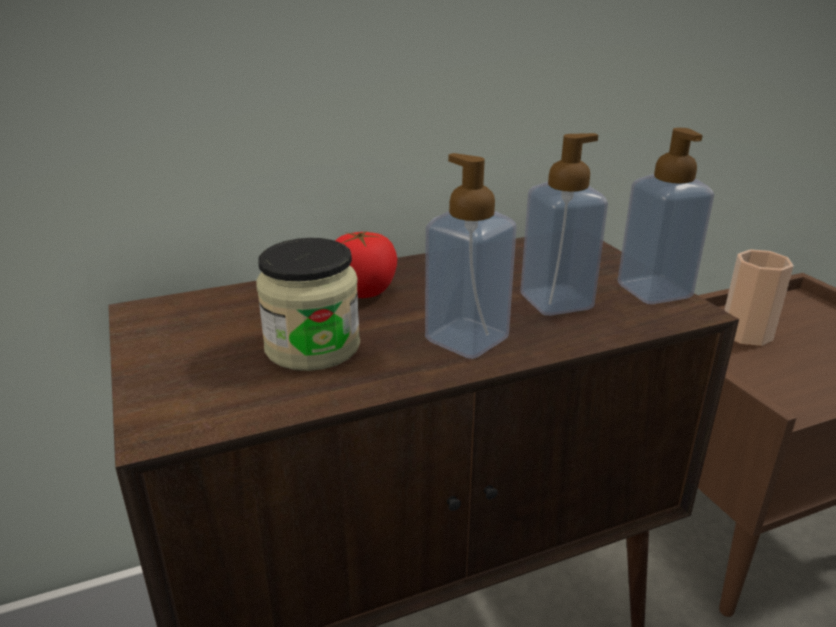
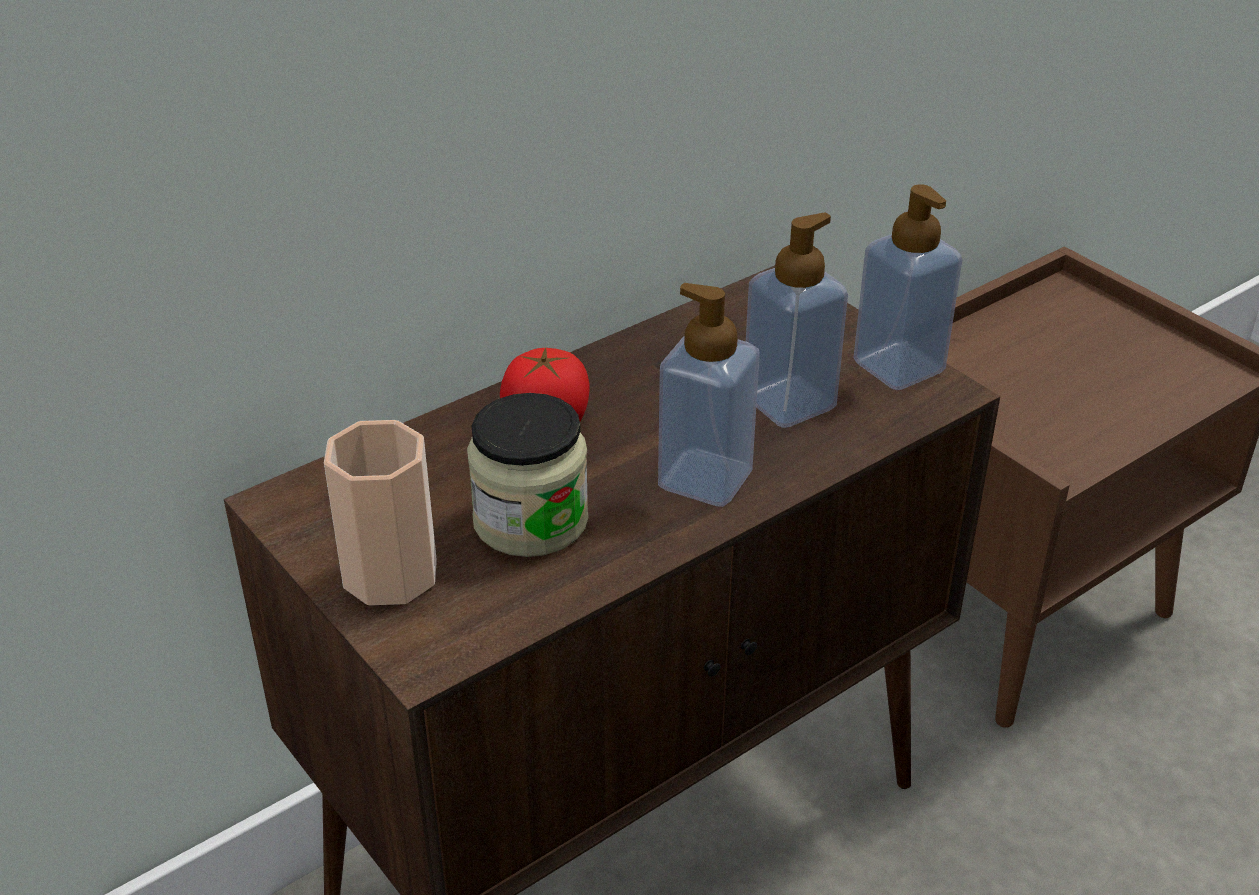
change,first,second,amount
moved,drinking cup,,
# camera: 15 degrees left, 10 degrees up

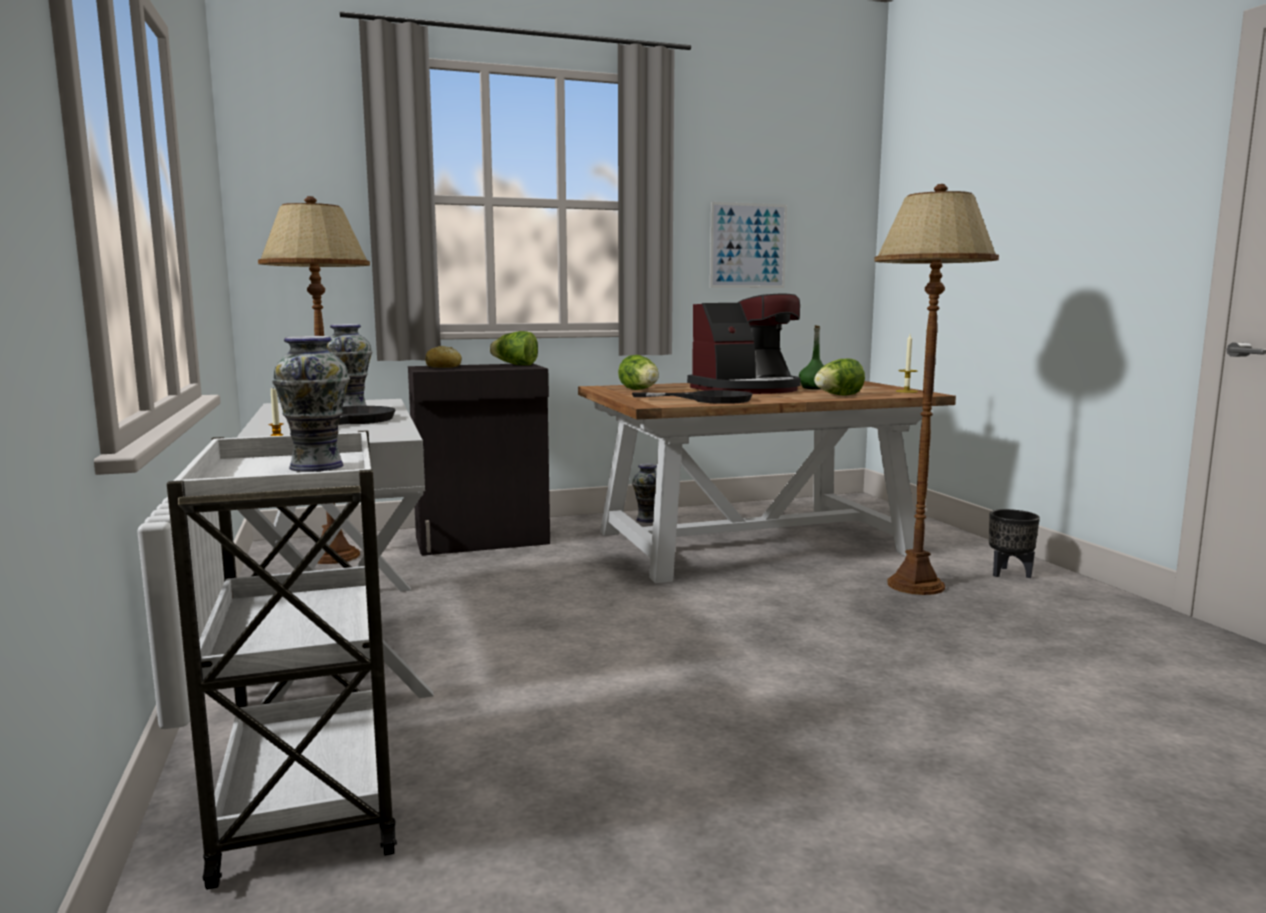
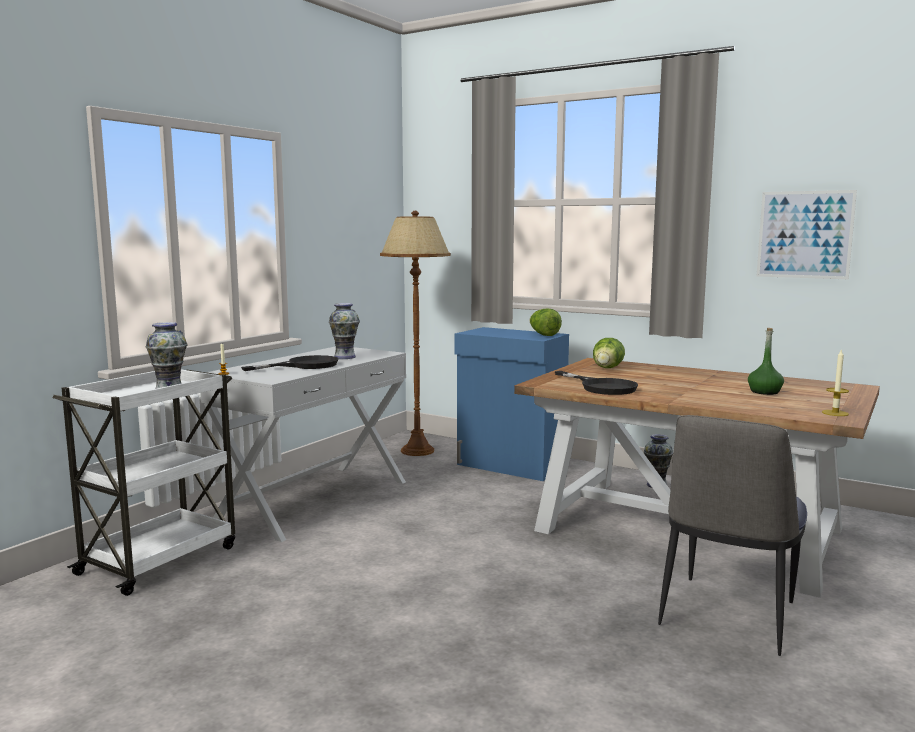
change,first,second,amount
replaced,standard lamp (brownish) (2nd from left),plain chair,
removed,coffee machine,,
removed,bread,,
removed,lettuce (3rd from left),,
recoloured,cupboard (blackish),cupboard (bluish),
removed,plant pot (blackish),,
# camera: 50 degrees right, 0 degrees up

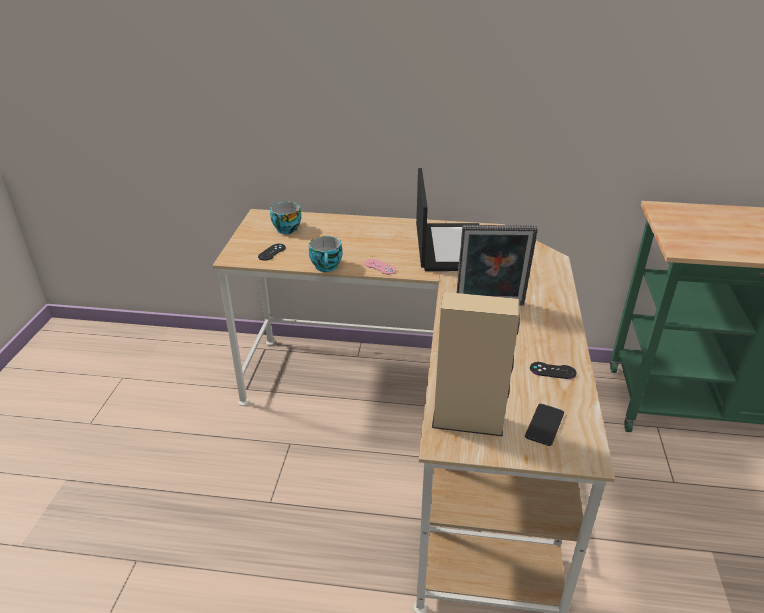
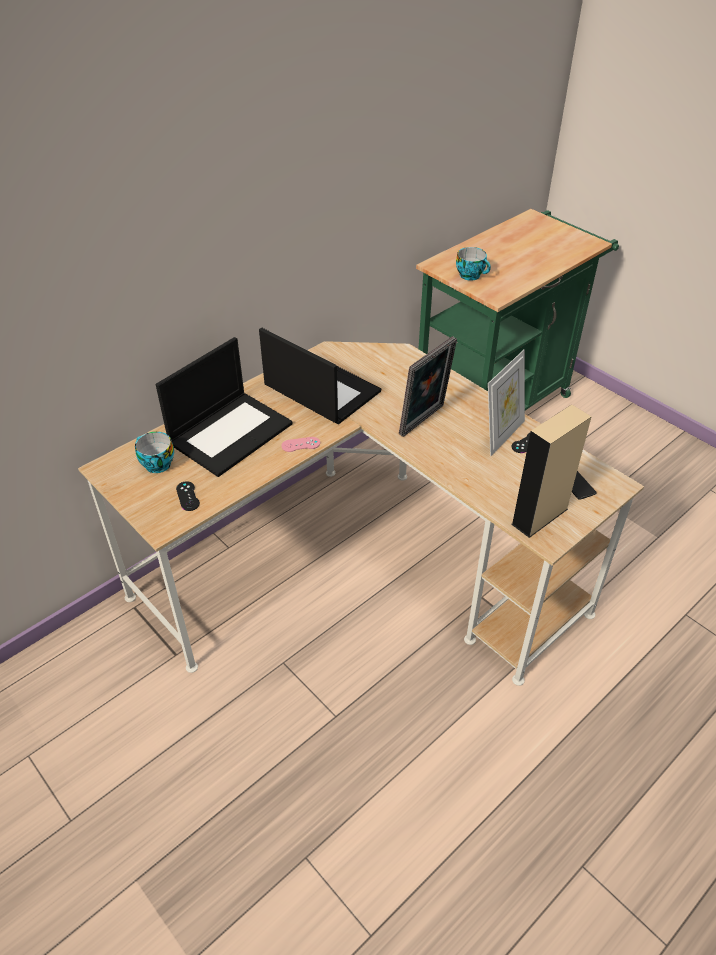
change,first,second,amount
moved,drinking cup (2nd from left),,
added,,notebook computer (1st from left),
added,,standing frame (2nd from left),
# camera: 50 degrees left, 10 degrees up

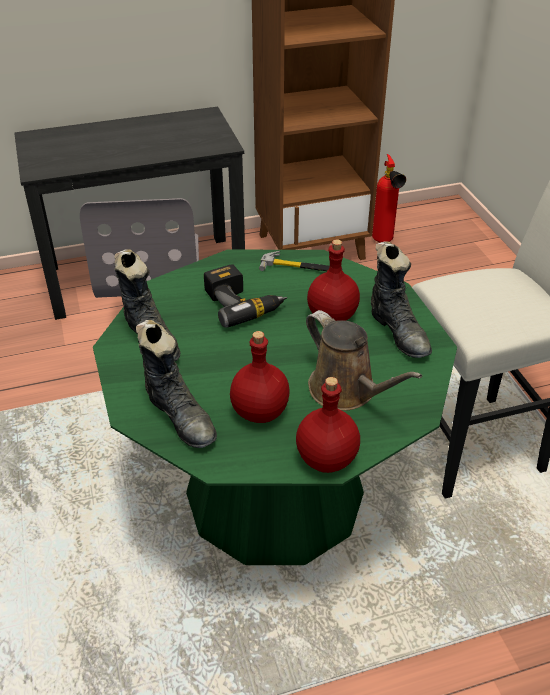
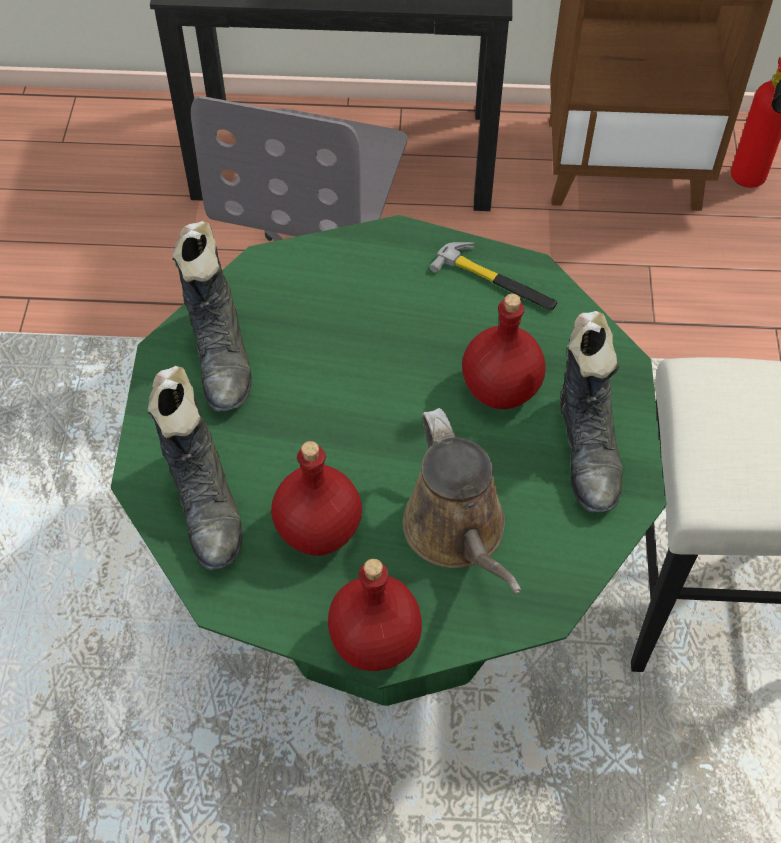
change,first,second,amount
removed,power drill,,
# camera: 20 degrees right, 15 degrees up

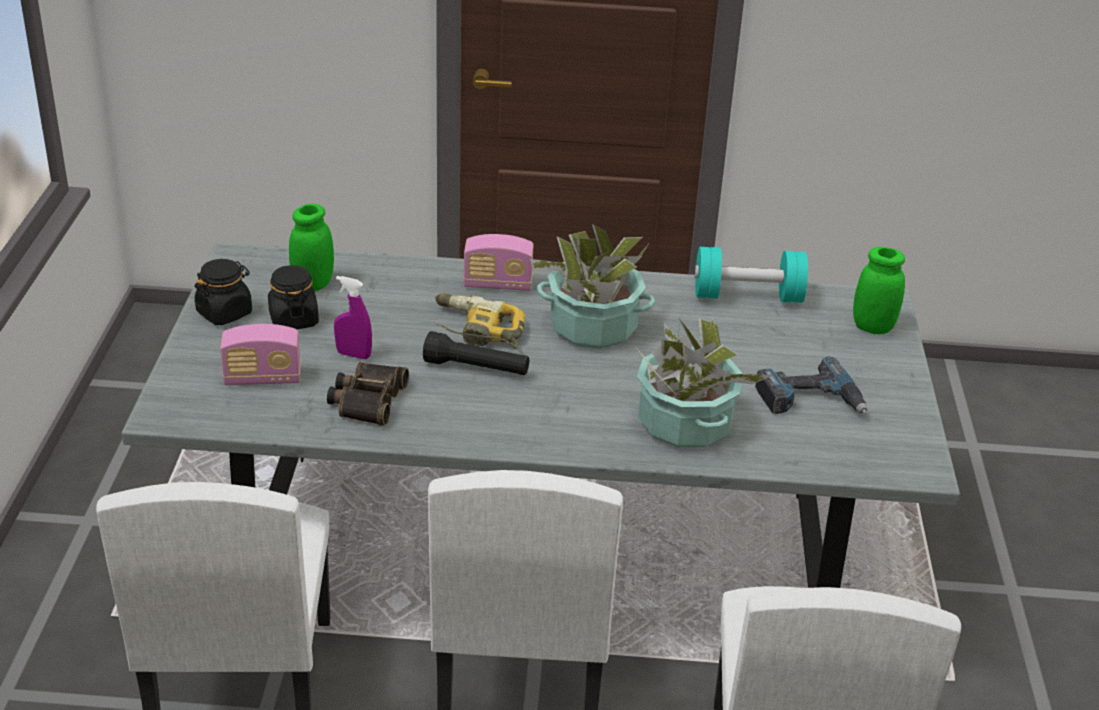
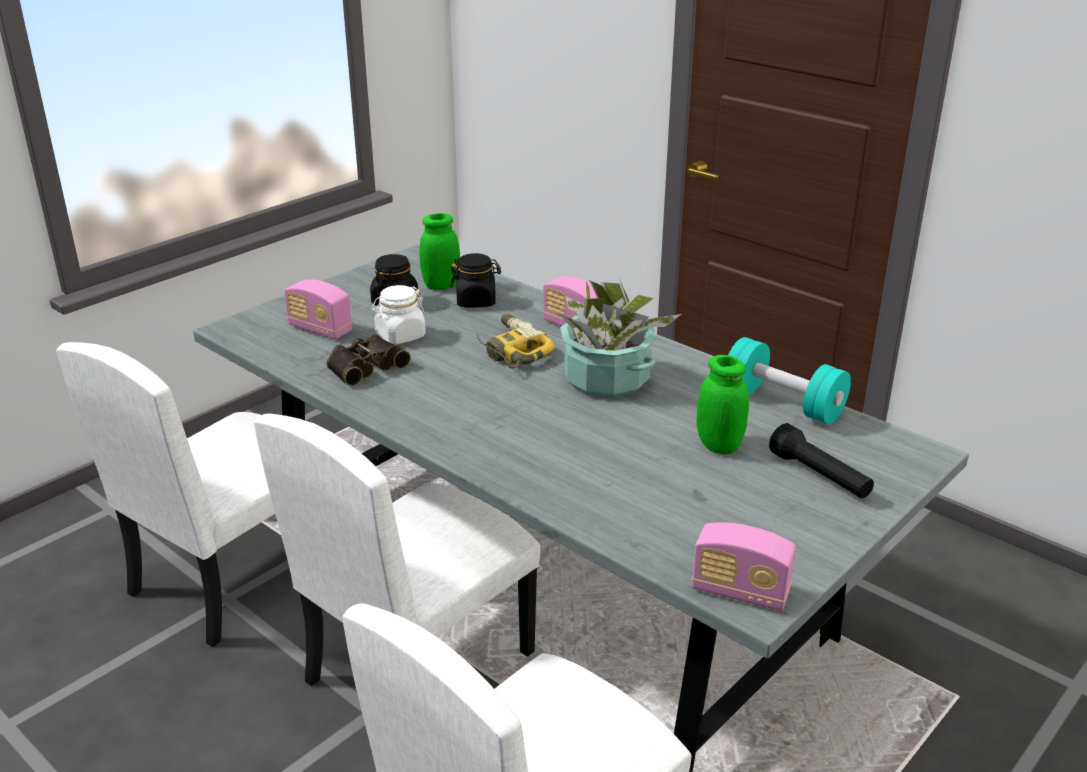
change,first,second,amount
moved,preserve jar (green) (2nd from left),,
moved,preserve jar (blackish) (1st from left in the first image),preserve jar (blackish) (2nd from left),
replaced,hand sprayer (purplish),preserve jar (whitish),
removed,potted plant (2nd from left),,
moved,hand torch (blackish),,
removed,power drill (2nd from left),,
added,,radio (3rd from left),
# camera: 40 degrees right, 5 degrees down

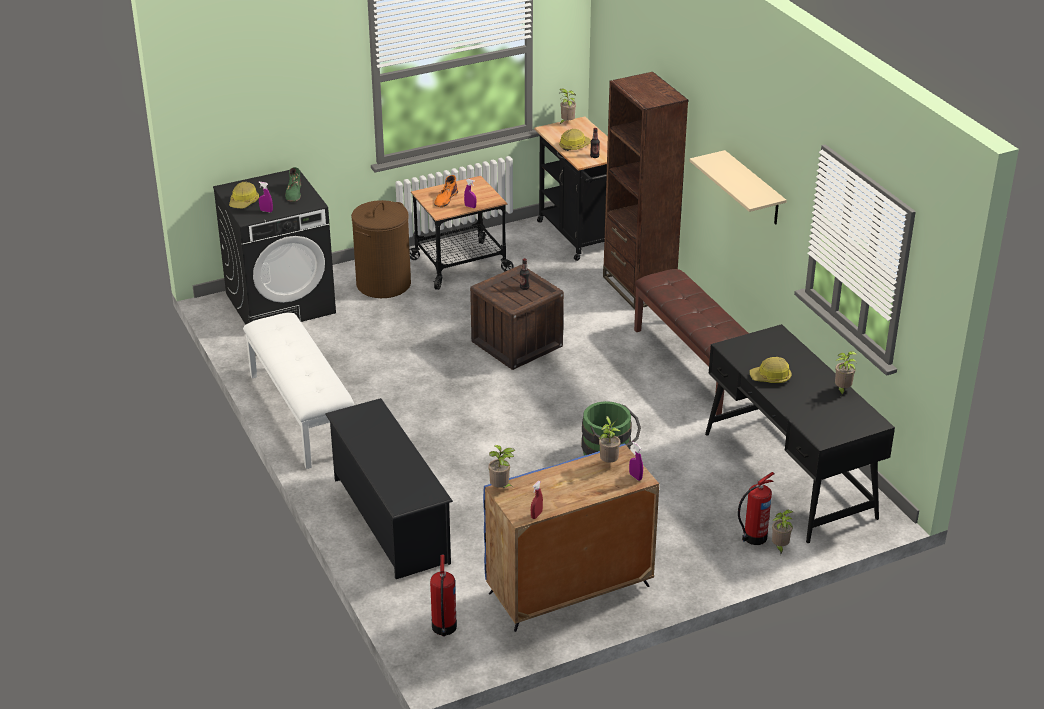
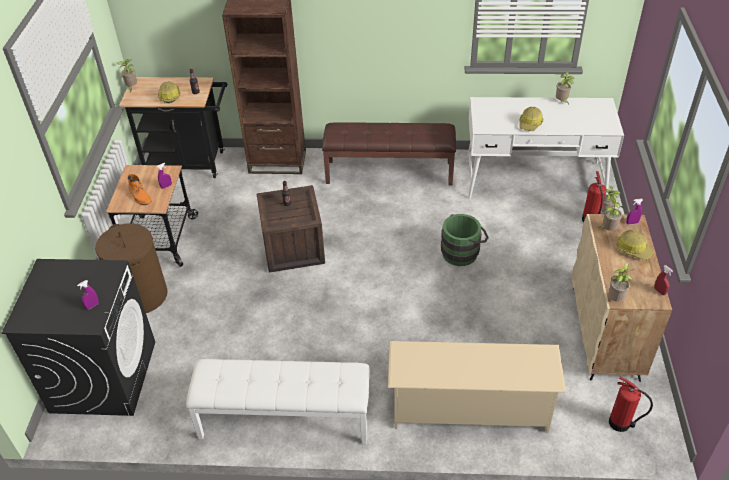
change,first,second,amount
removed,bracket shelf (sand-coloured),,
removed,boot (green),,
moved,safety helmet (1st from left in the first image),safety helmet (3rd from left),
recoloured,desk table (blackish),desk table (whitish),
recoloured,shoe rack (blackish),shoe rack (sand-coloured),
recoloured,cupboard (bluish),cupboard (sand-coloured),
# camera: 60 degrees left, 10 degrees up

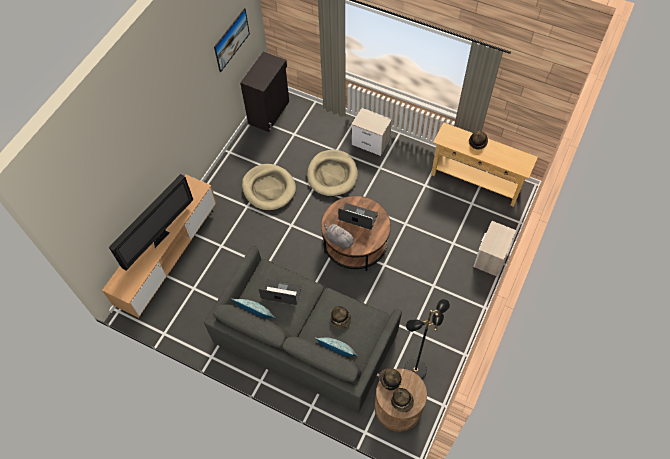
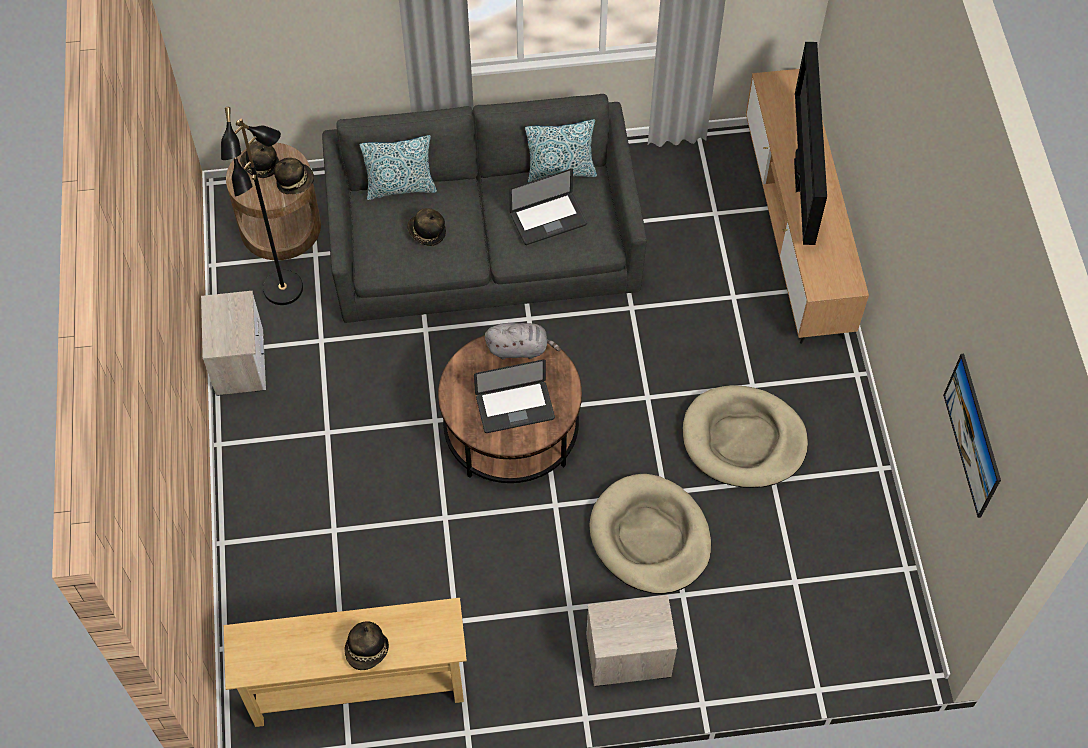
change,first,second,amount
removed,cupboard (blackish),,
moved,nightstand (2nd from left in the first image),nightstand (1st from left),
# camera: 145 degrees right, 0 degrees up

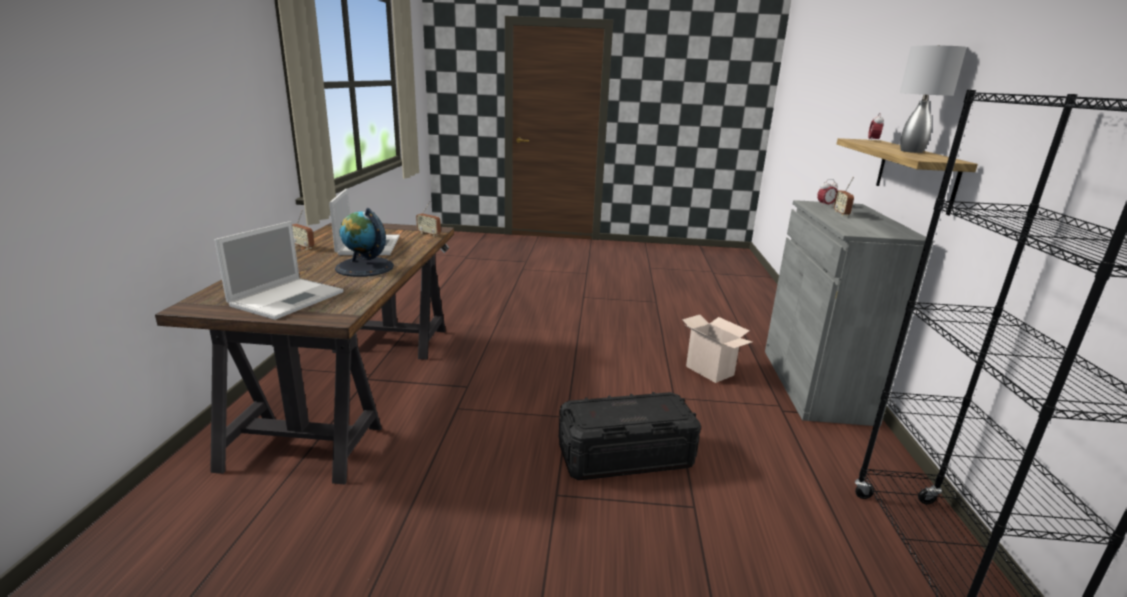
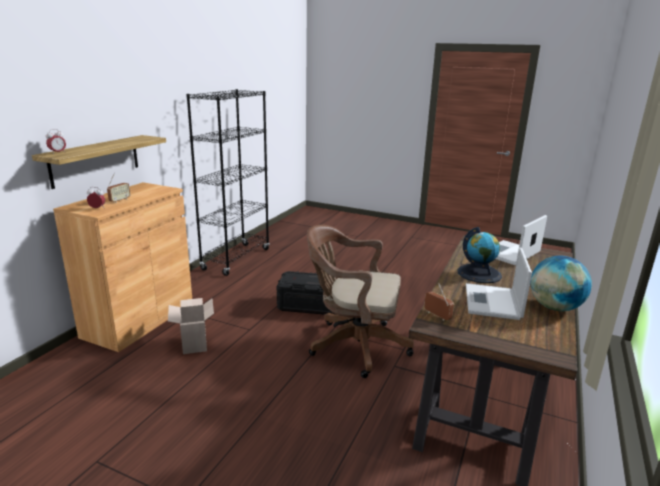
change,first,second,amount
removed,table lamp (gray),,
recoloured,cupboard (gray),cupboard (brownish),
replaced,radio (1st from left),globe (2nd from left),
added,,office chair (brownish),
# camera: 160 degrees left, 0 degrees up

